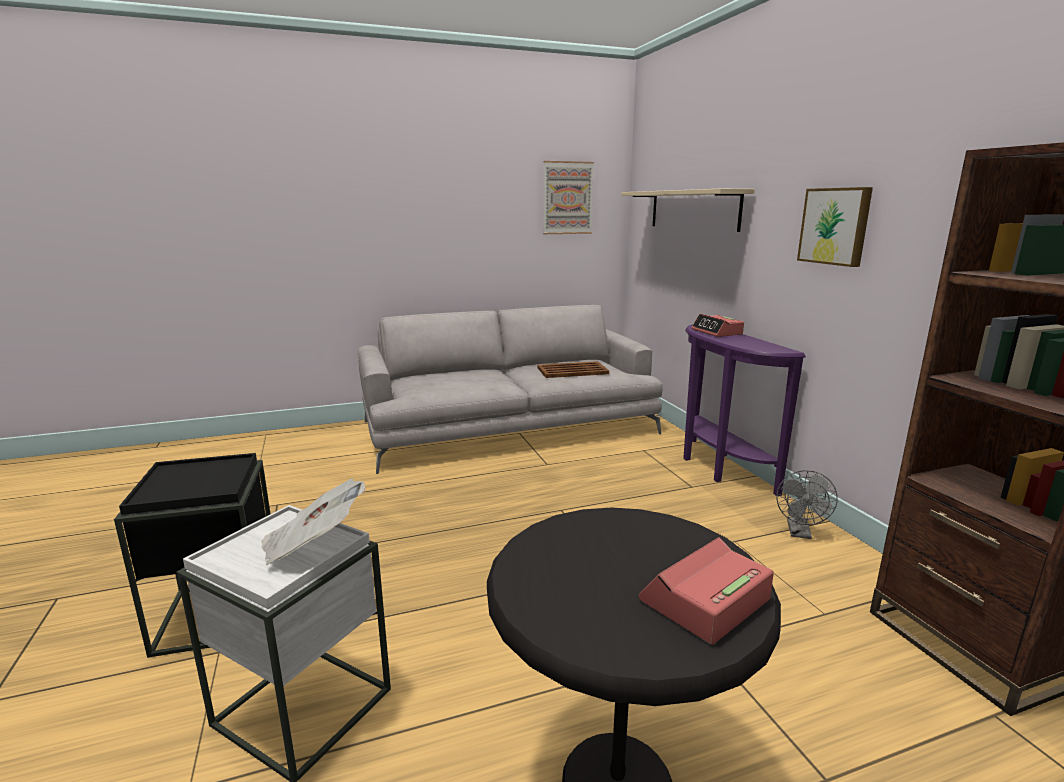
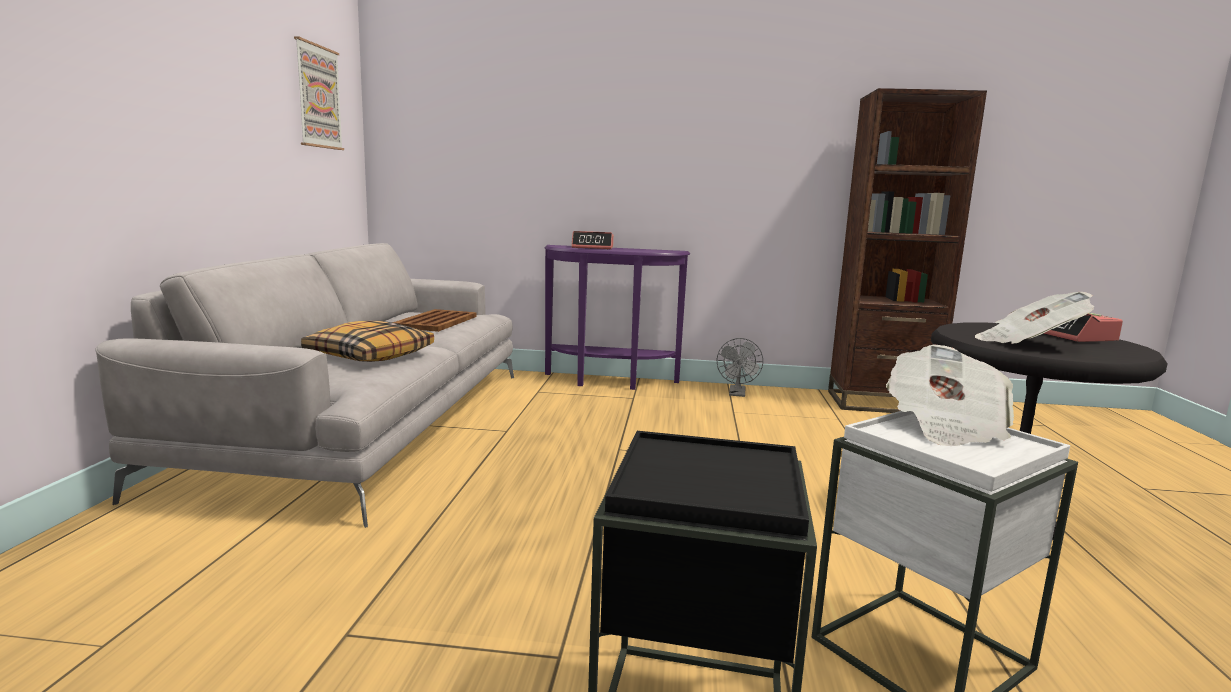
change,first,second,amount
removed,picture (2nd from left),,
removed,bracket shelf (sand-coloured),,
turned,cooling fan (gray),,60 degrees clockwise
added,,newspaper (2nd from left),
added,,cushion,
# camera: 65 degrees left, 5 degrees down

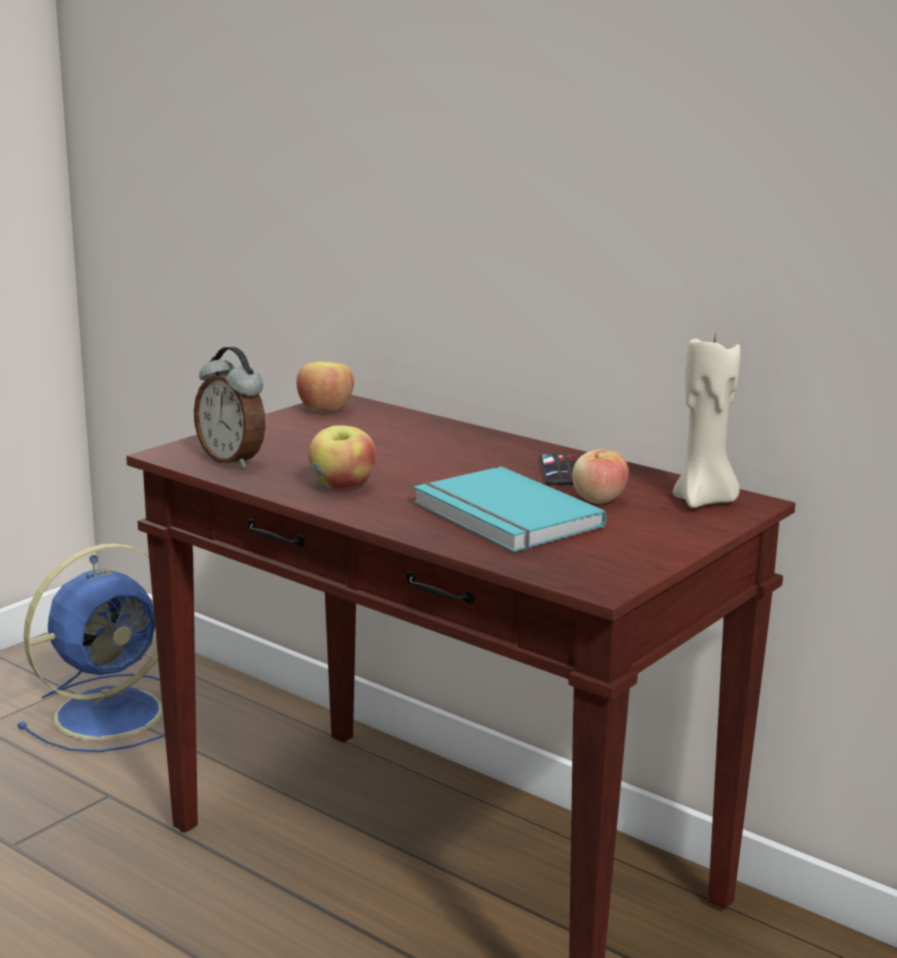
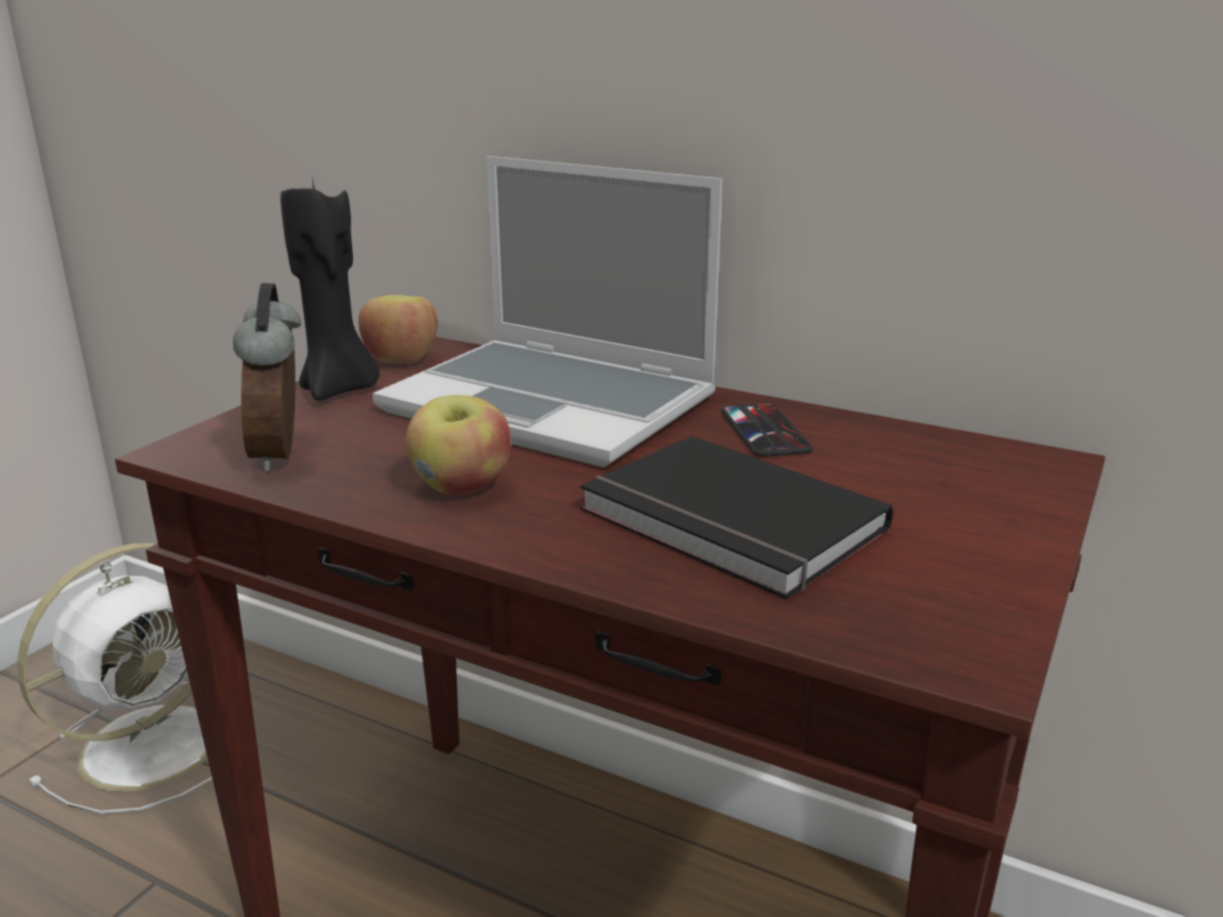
change,first,second,amount
removed,candle (sand-coloured),,
turned,bedside clock,,45 degrees clockwise
removed,apple fruit (3rd from left),,
recoloured,bound book (turquoise),bound book (blackish),
recoloured,cooling fan (bluish),cooling fan (whitish),
added,,notebook computer,
added,,candle (blackish),
# camera: 10 degrees left, 5 degrees up

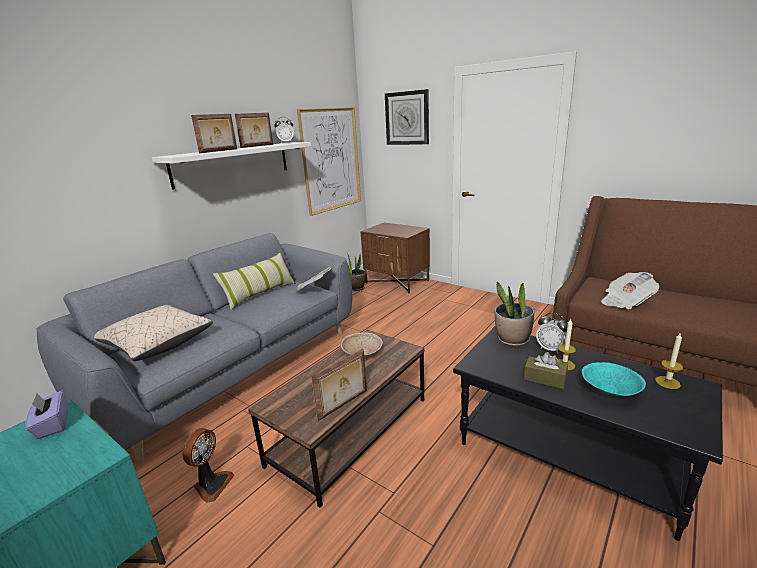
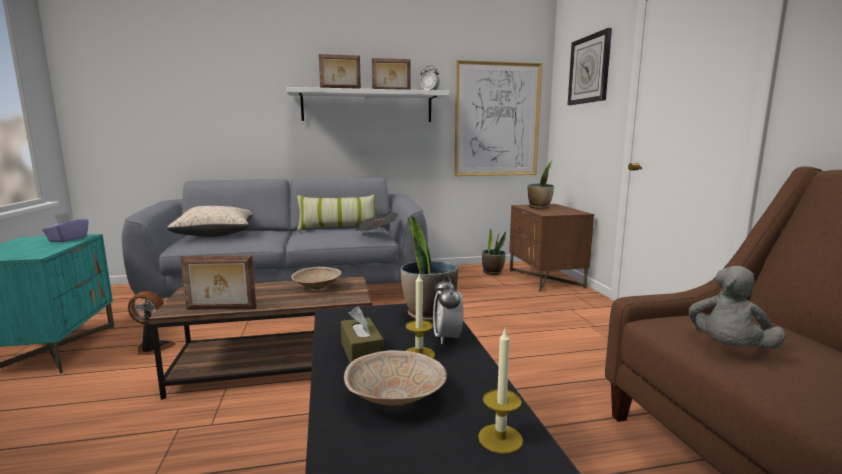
change,first,second,amount
replaced,newspaper (2nd from left),cuddly toy (gray),
recoloured,serving bowl (turquoise),serving bowl (sand-coloured) (2nd from left),
turned,cooling fan,,150 degrees counterclockwise
added,,potted plant (3rd from left),
# camera: 40 degrees right, 10 degrees down

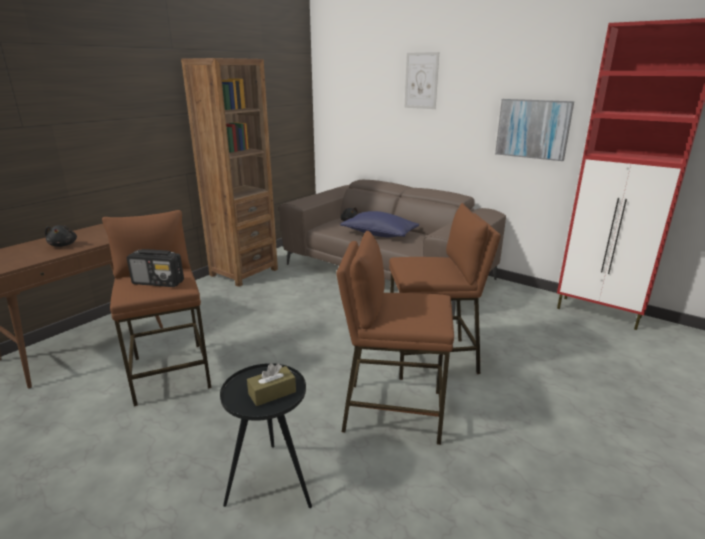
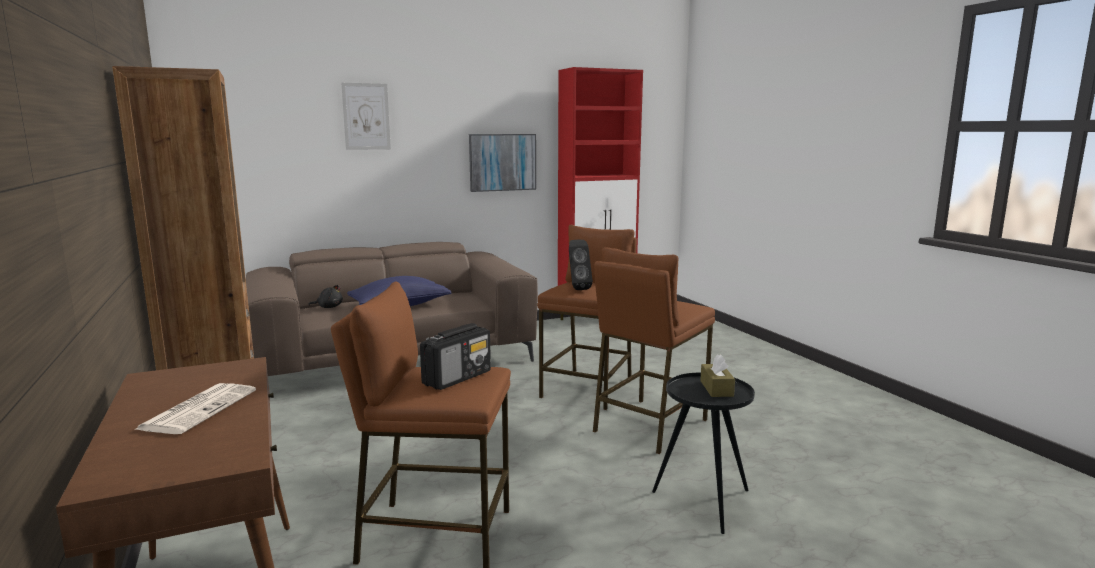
change,first,second,amount
replaced,cuddly toy (blackish) (1st from left),newspaper,
added,,speaker (blackish),
# camera: 60 degrees left, 10 degrees down

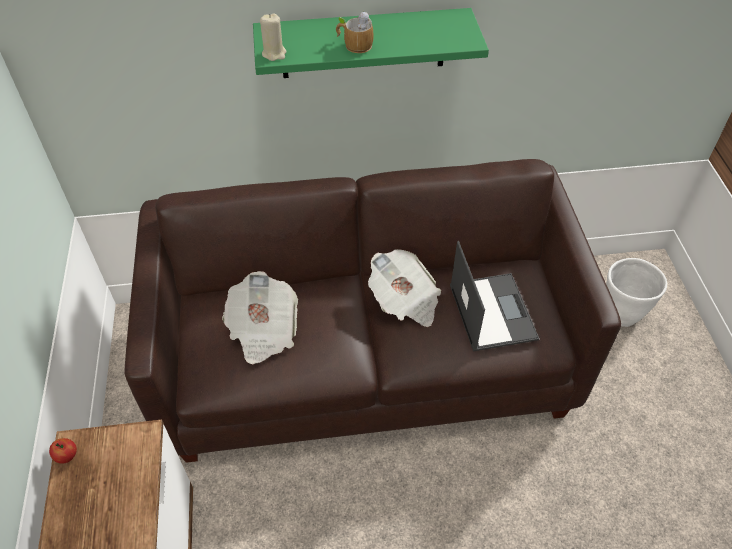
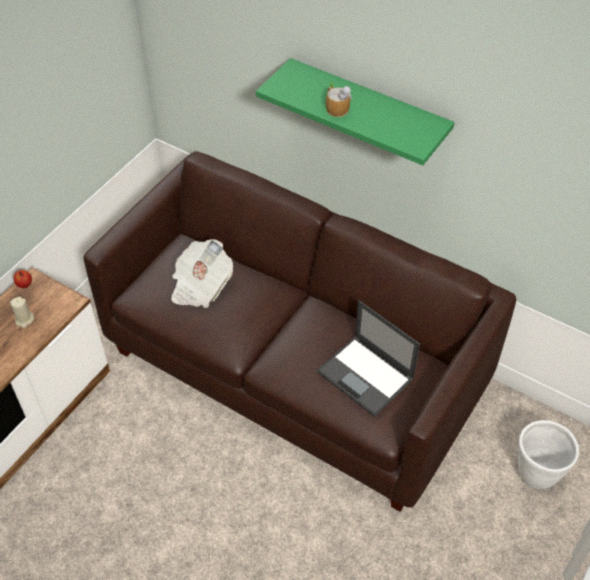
change,first,second,amount
moved,candle (sand-coloured),,
turned,notebook computer,,105 degrees clockwise
removed,newspaper (2nd from left),,
# camera: 40 degrees right, 0 degrees up

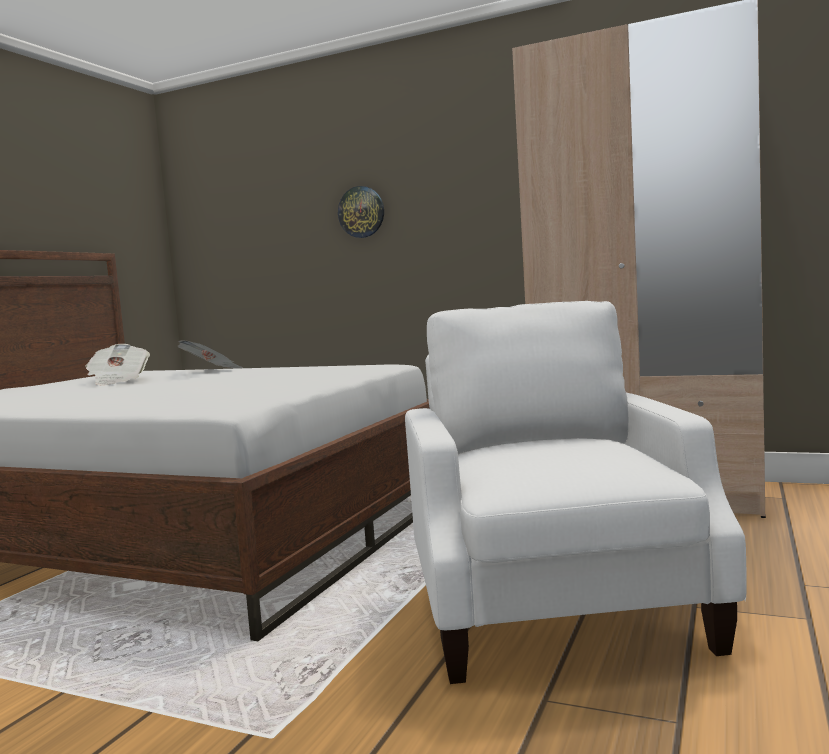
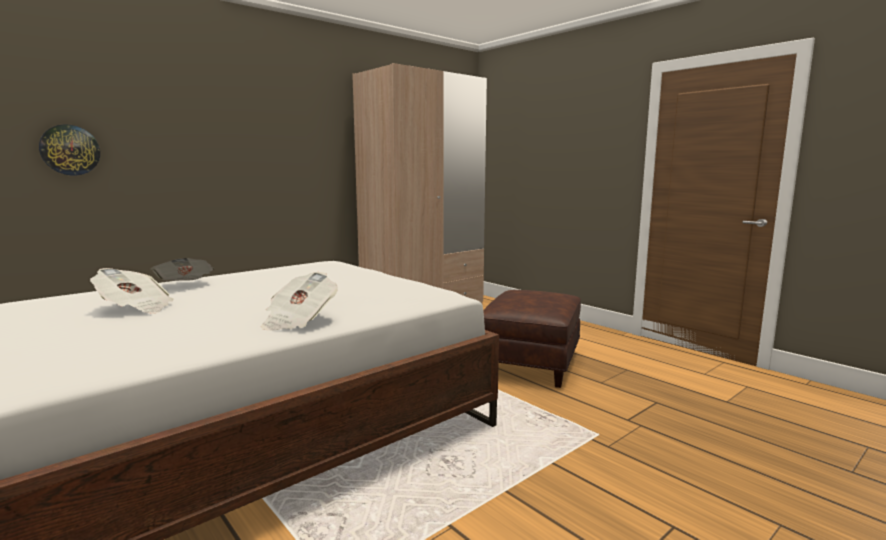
change,first,second,amount
moved,clock on the wall,,
replaced,armchair (whitish),ottoman (brownish),
added,,newspaper (3rd from left),
# camera: 65 degrees left, 5 degrees up

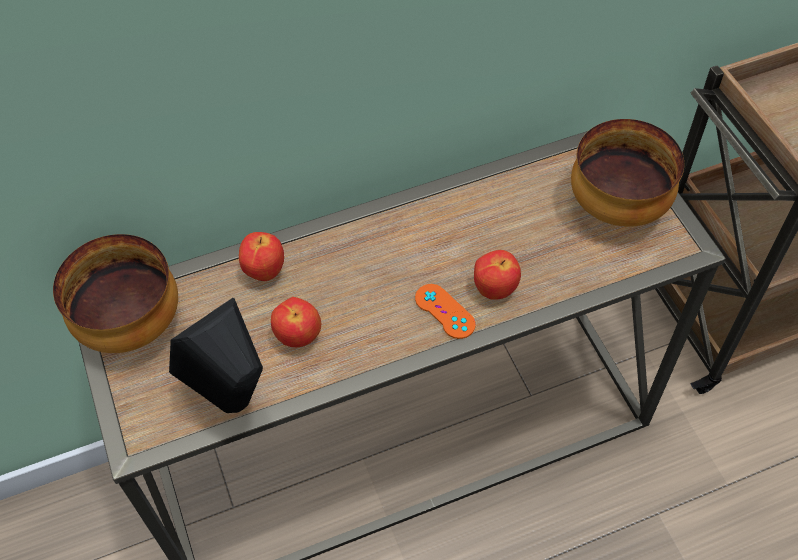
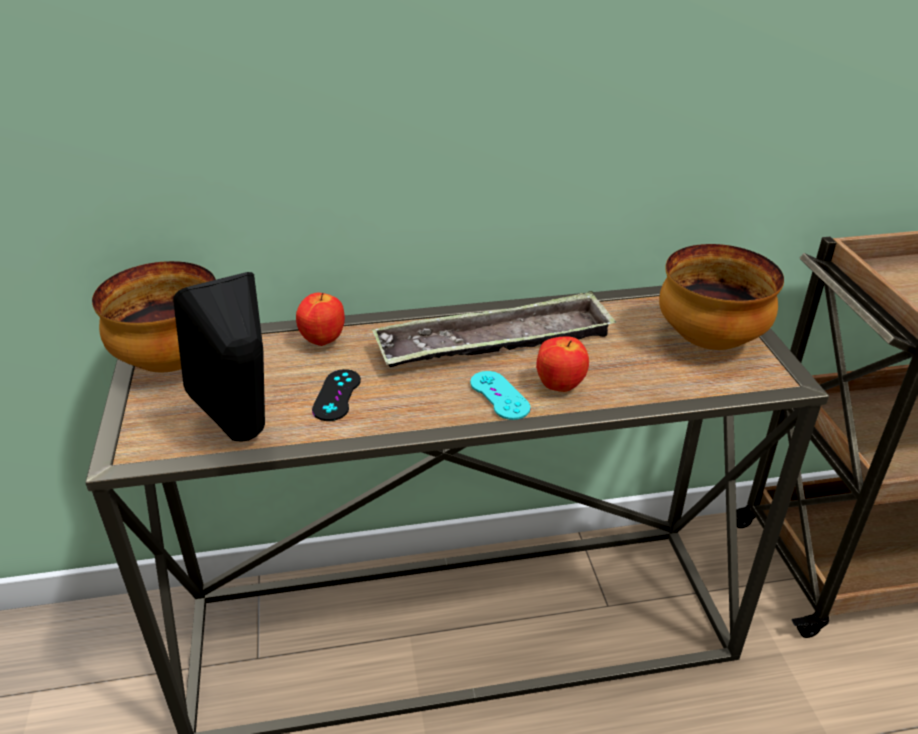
change,first,second,amount
recoloured,game controller (orangey),game controller (turquoise),
replaced,apple fruit (2nd from left),game controller (blackish),
added,,carrying tray,
# camera: 10 degrees right, 20 degrees down

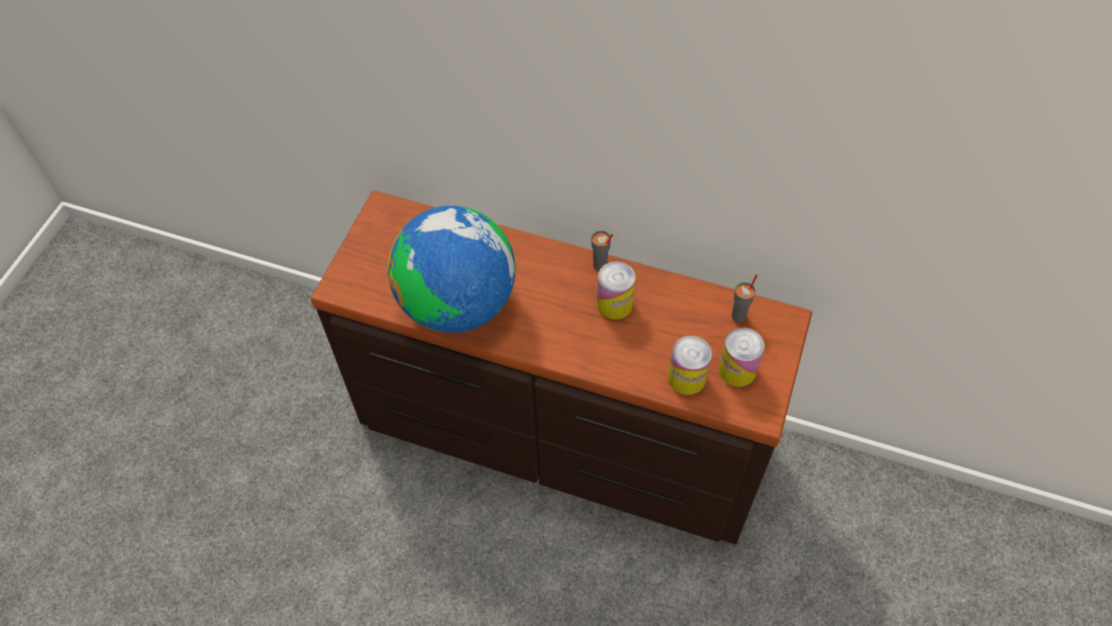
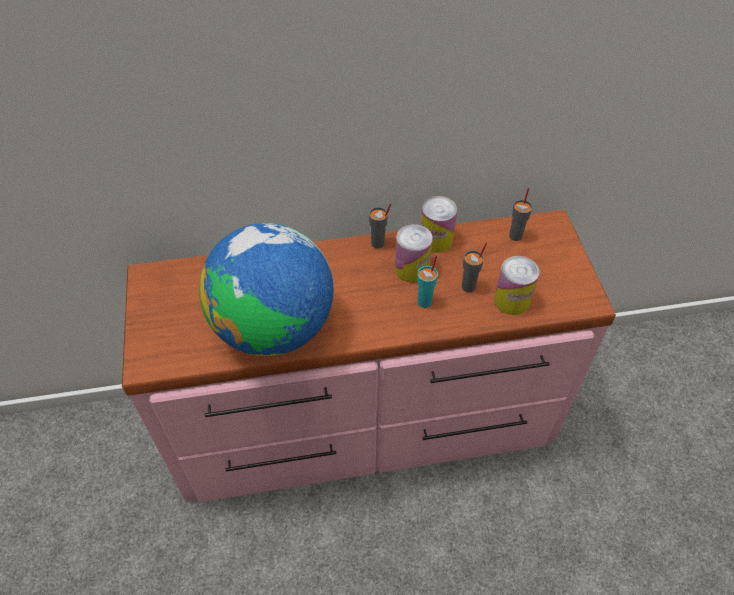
change,first,second,amount
recoloured,chest of drawers (brownish),chest of drawers (pink),
moved,sealed can (3rd from left in the first image),sealed can (2nd from left),
added,,drinking cup (gray) (2nd from left),
added,,drinking cup (turquoise),
# camera: 30 degrees left, 5 degrees down

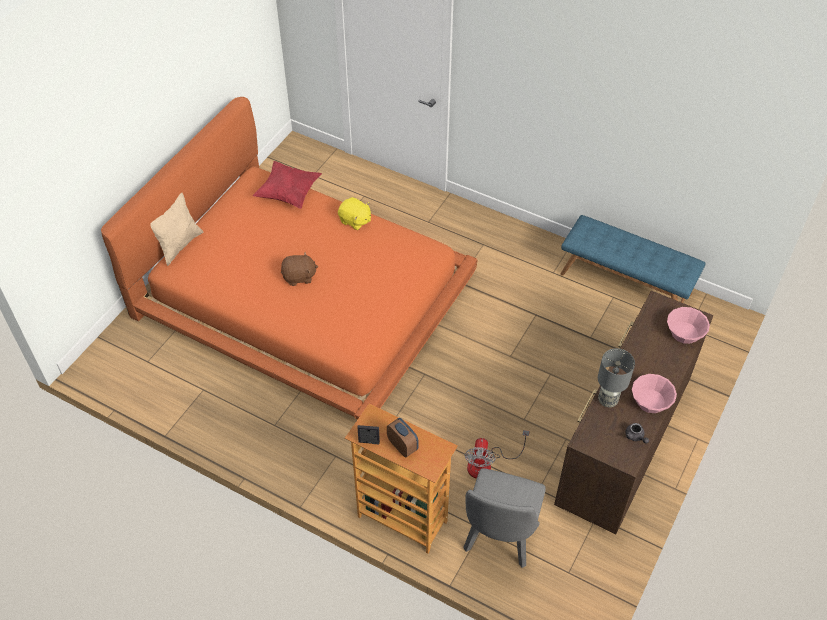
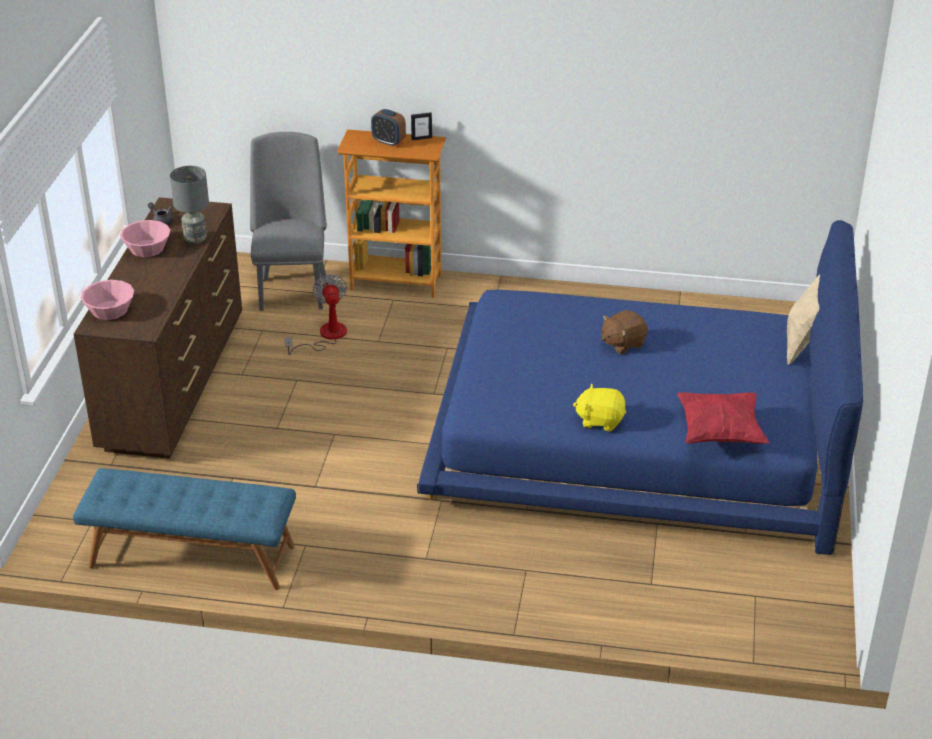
change,first,second,amount
recoloured,sleeping bed (orangey),sleeping bed (bluish),
# camera: 160 degrees right, 15 degrees down

